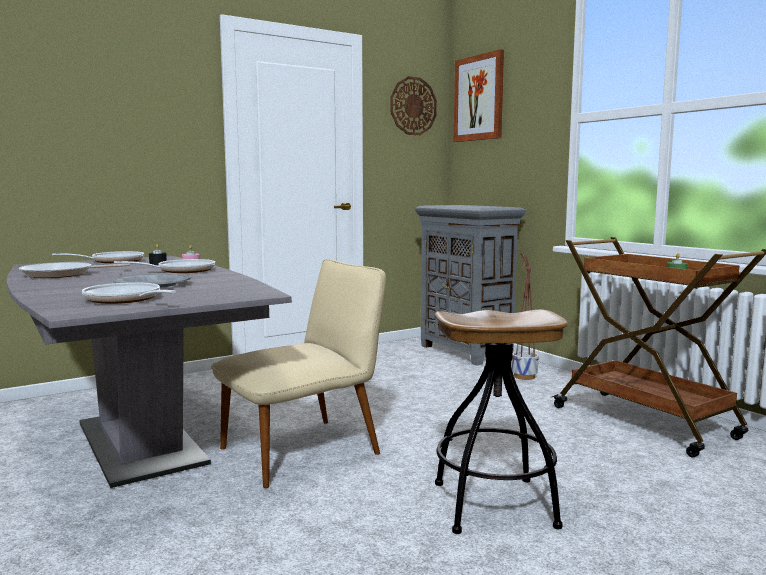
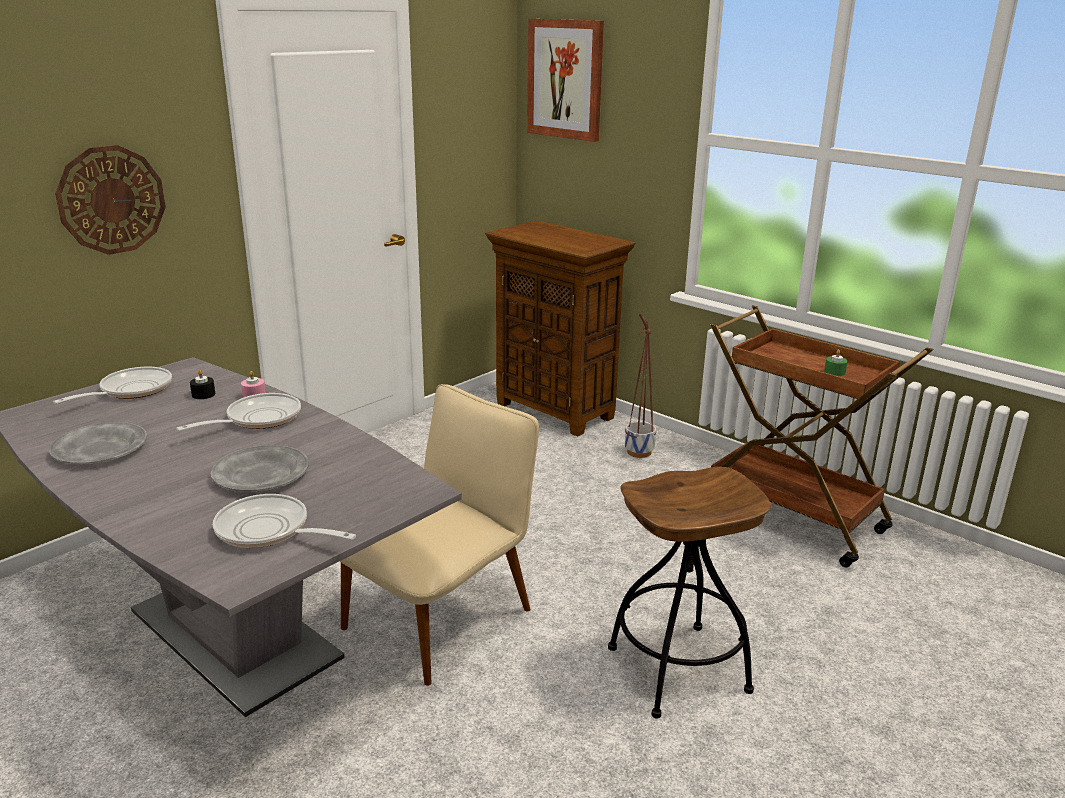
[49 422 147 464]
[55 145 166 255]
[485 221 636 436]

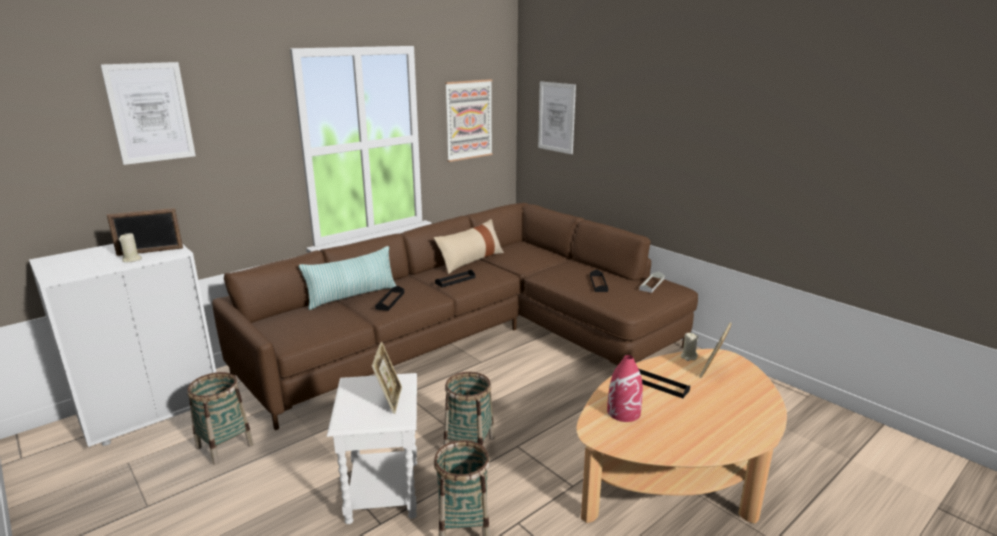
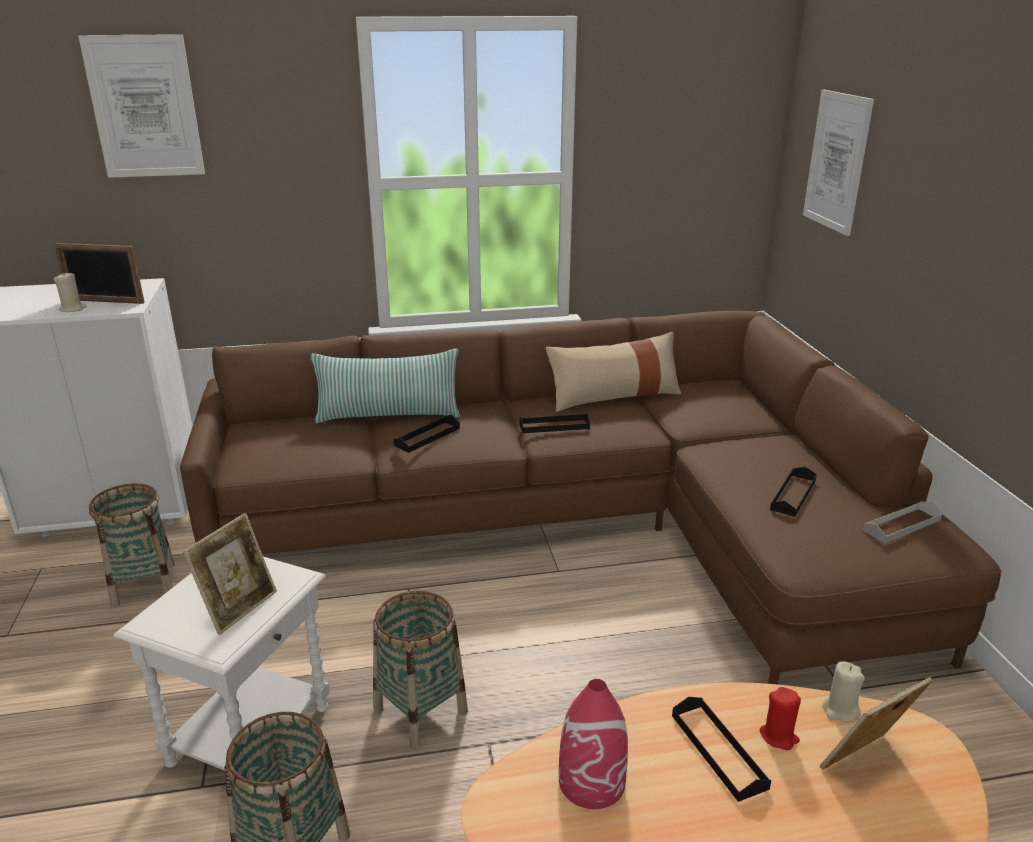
[445 79 493 162] (first image)
[760 687 801 750]

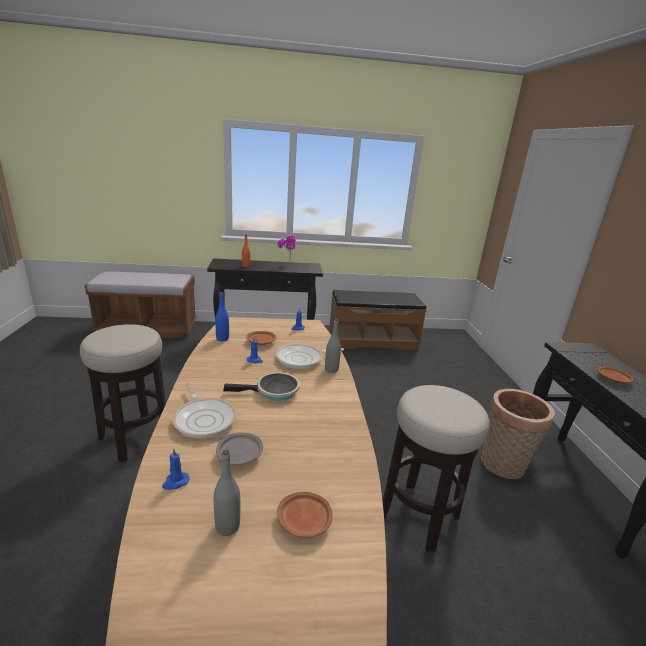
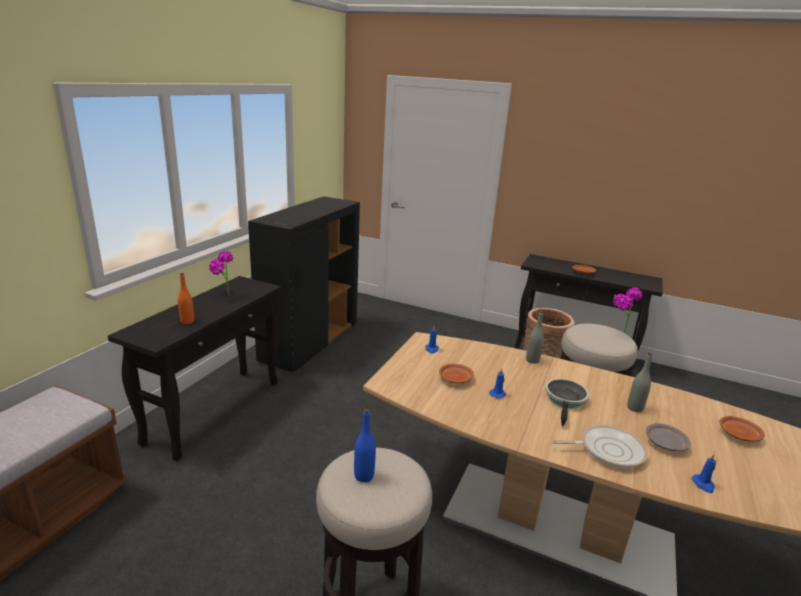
[627 353 653 412]
[354 409 376 482]
[276 344 344 369] (first image)
[248 196 360 373]
[613 287 642 333]

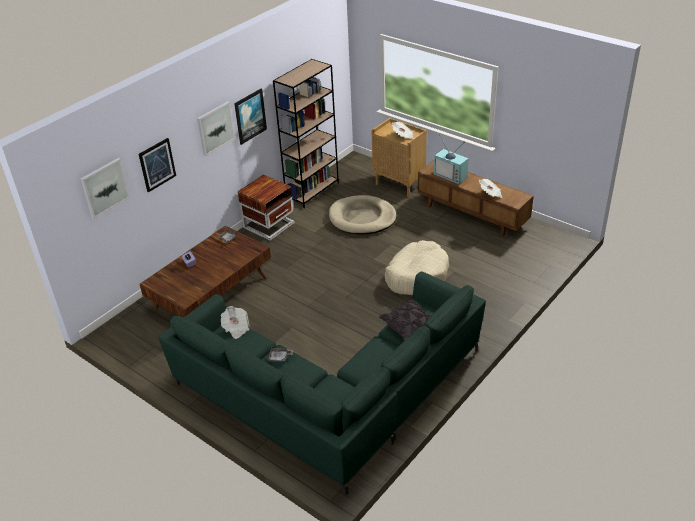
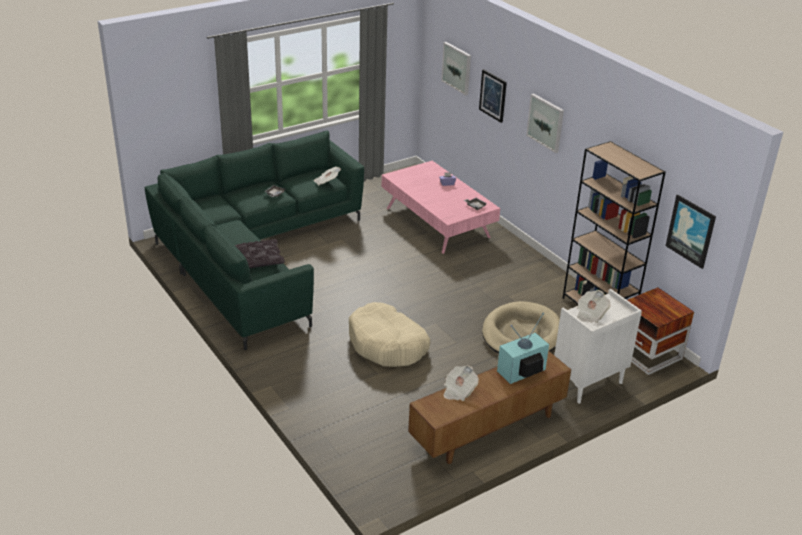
[381 161 500 254]
[666 195 716 269]
[628 287 694 375]
[554 289 642 404]

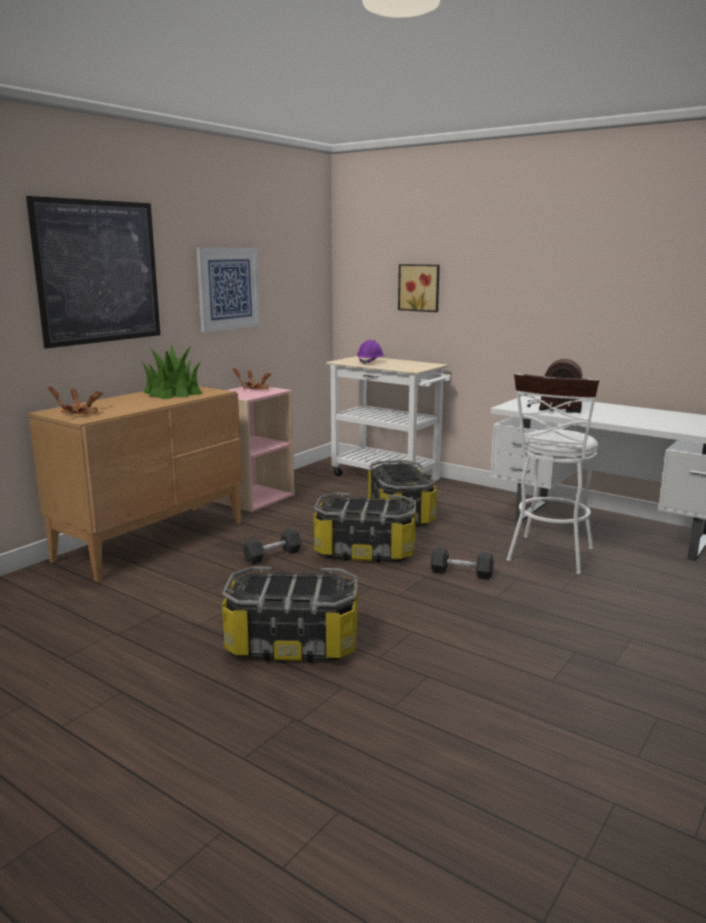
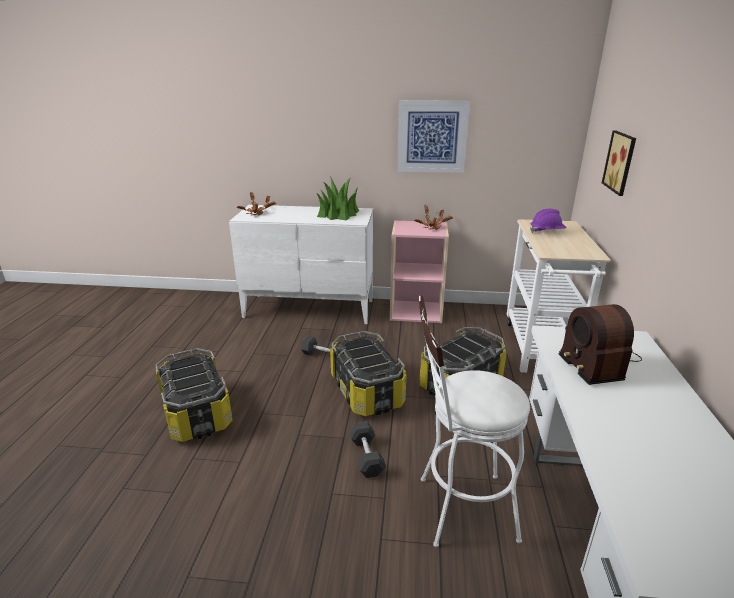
[26 196 160 348] (first image)
[229 205 373 324]

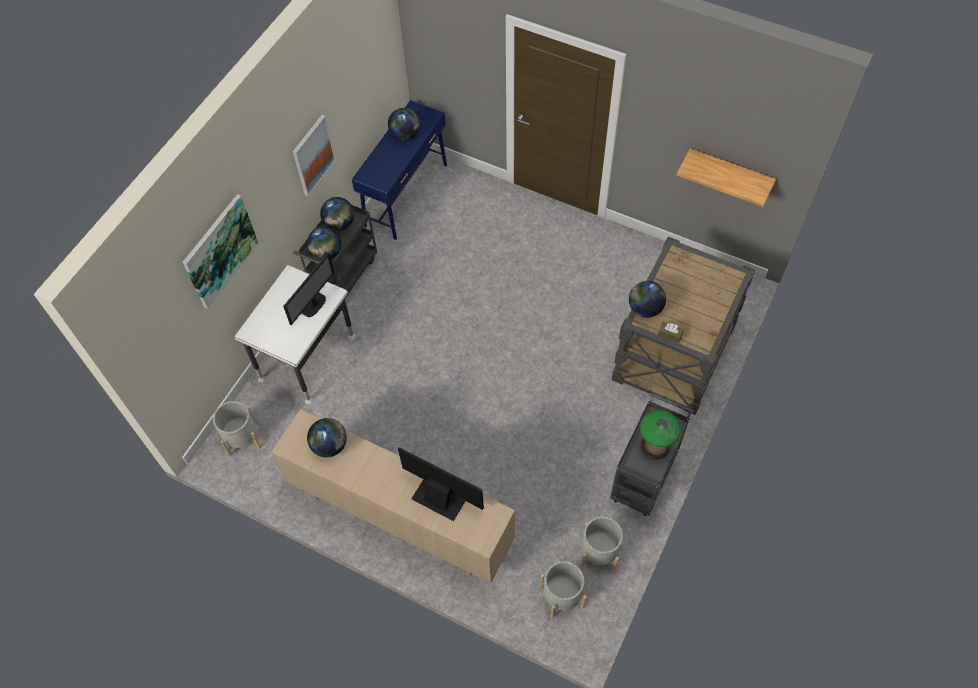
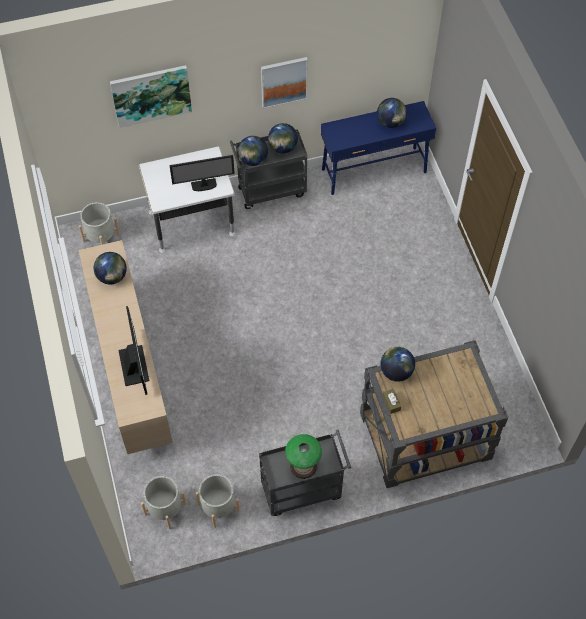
[677 149 776 207] (first image)

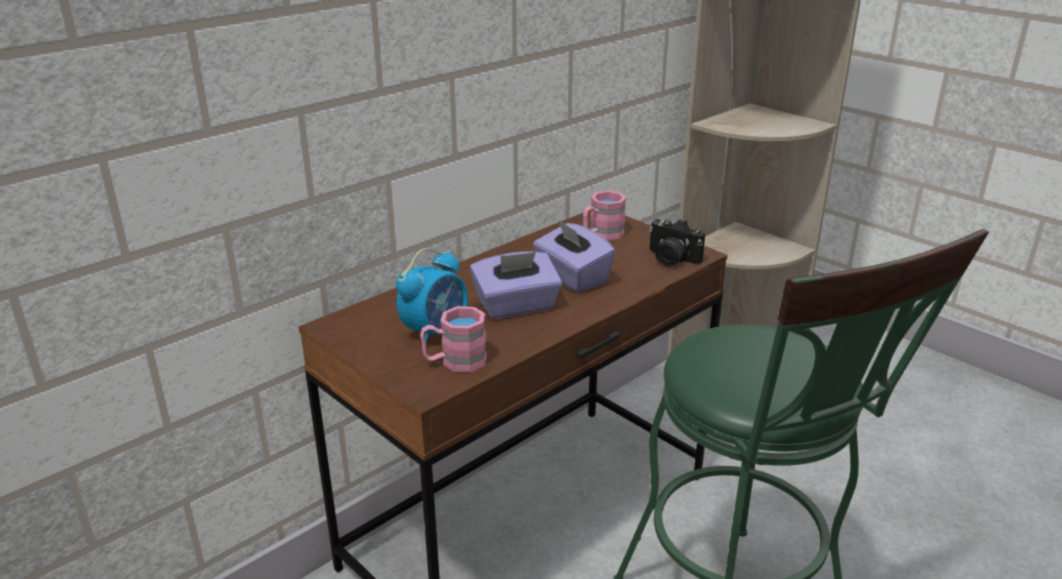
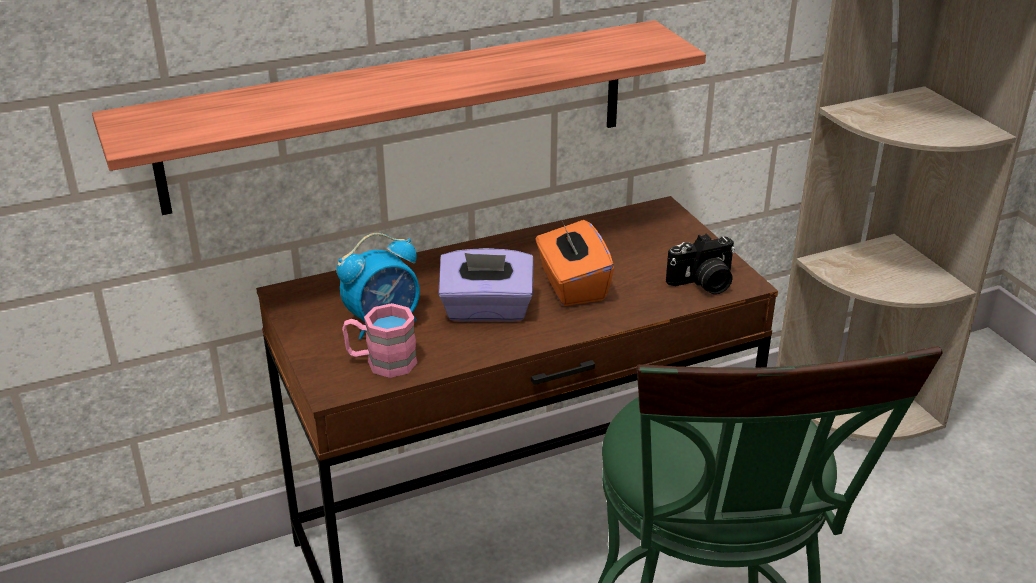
[535 218 614 306]
[583 191 626 240] (first image)
[666 233 735 294]
[92 20 706 215]

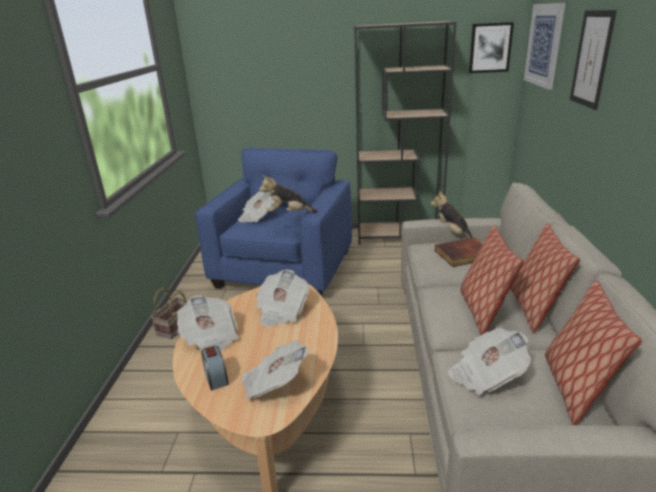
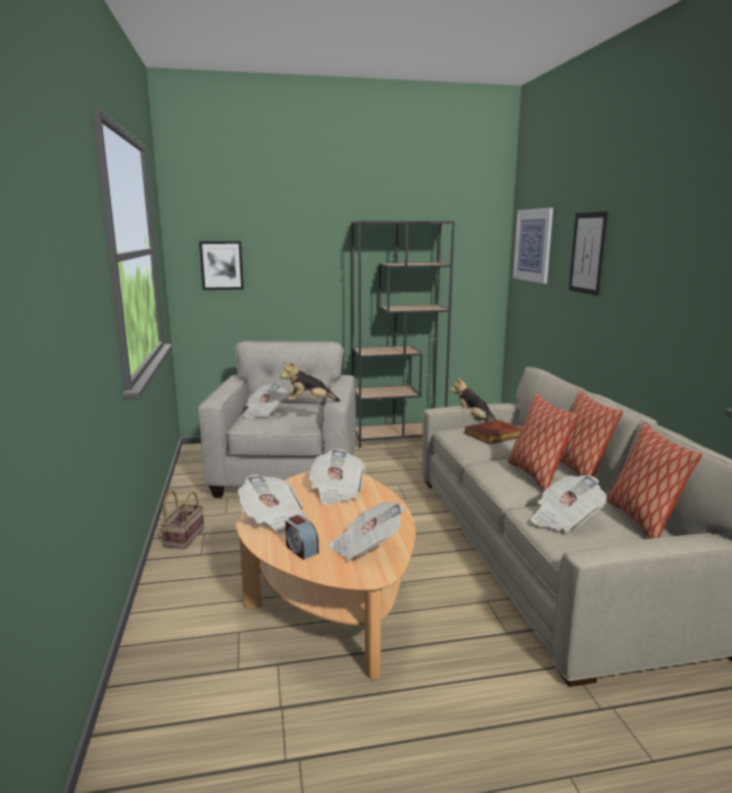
[199 341 356 498]
[199 241 244 290]

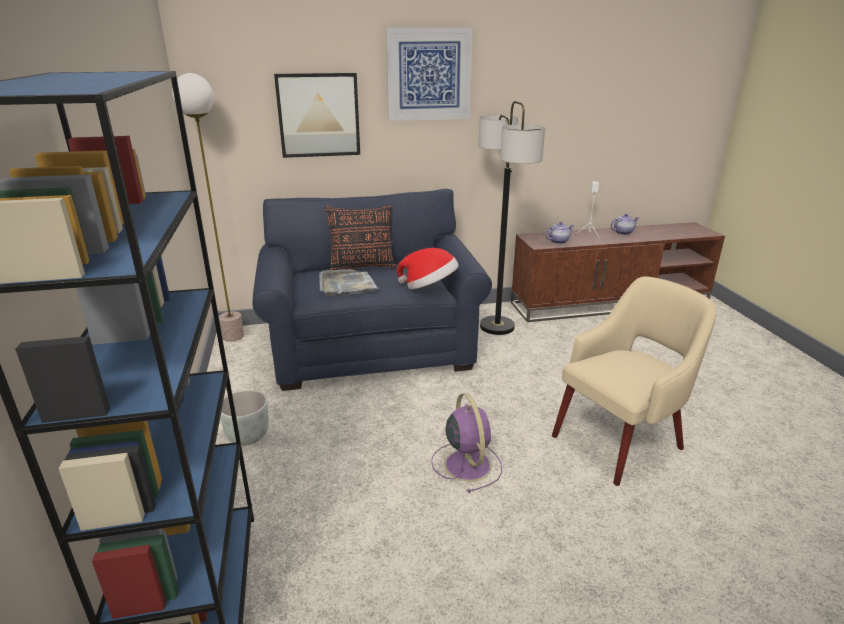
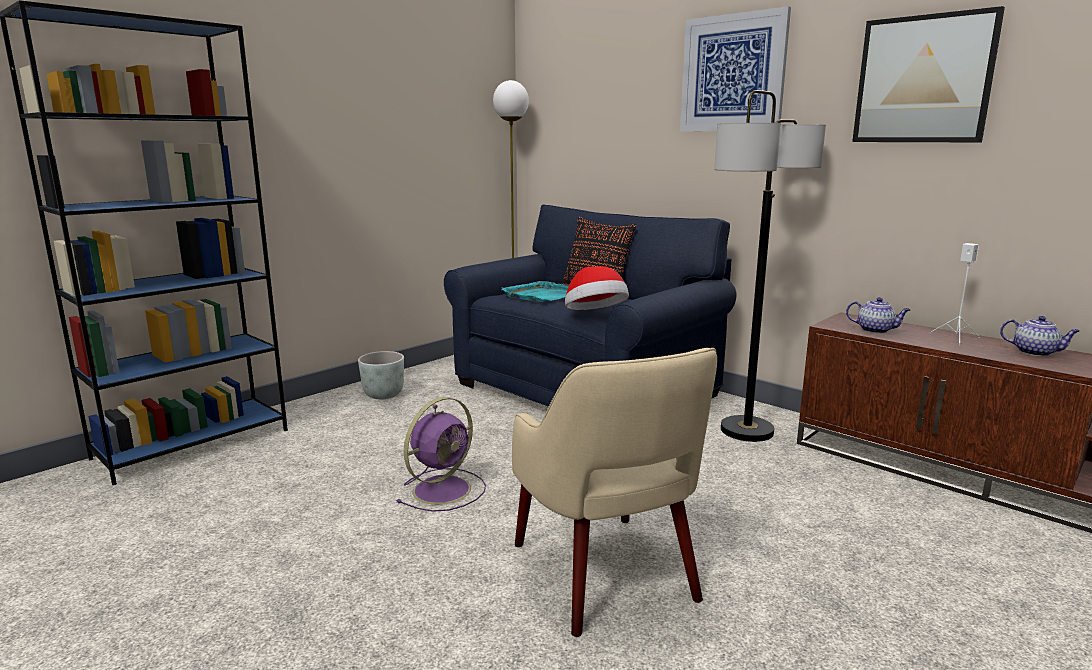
[852 6 1005 142]
[501 281 569 302]
[512 348 717 637]

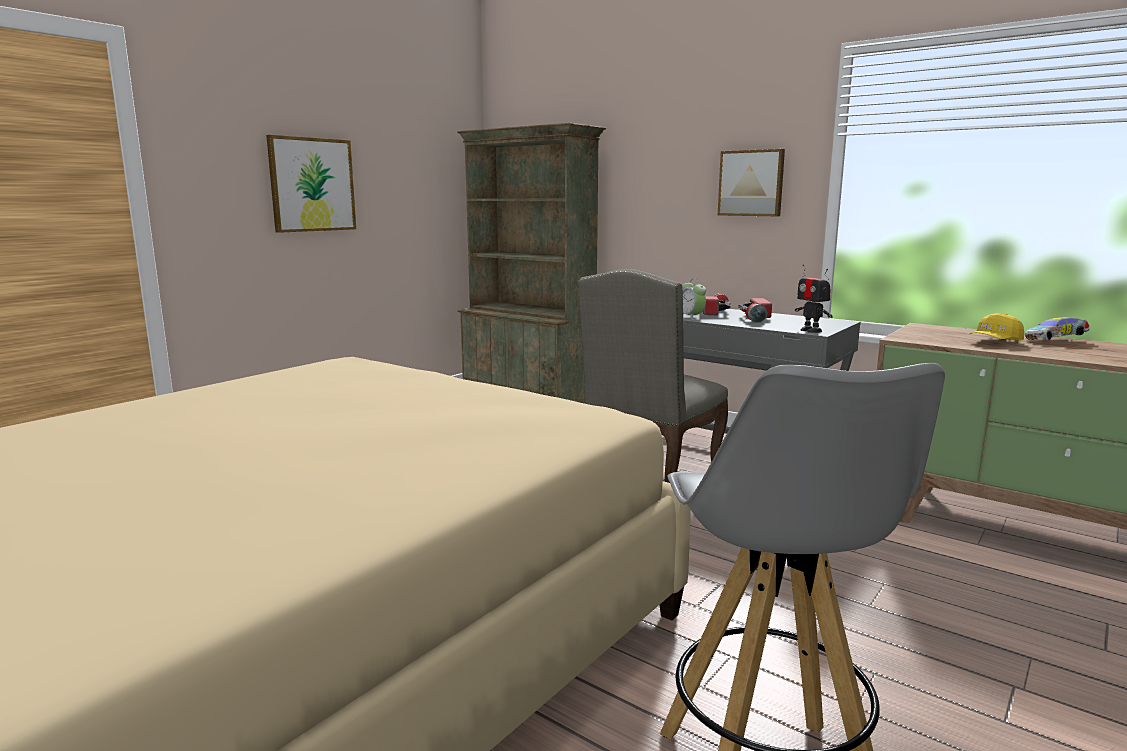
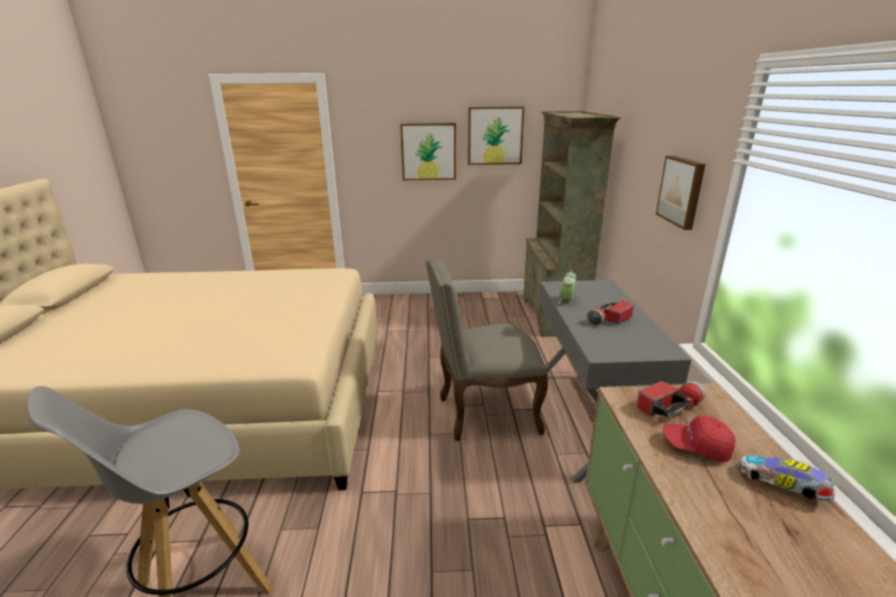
[637 381 706 418]
[795 265 833 333] (first image)
[663 416 735 462]
[468 106 525 165]

